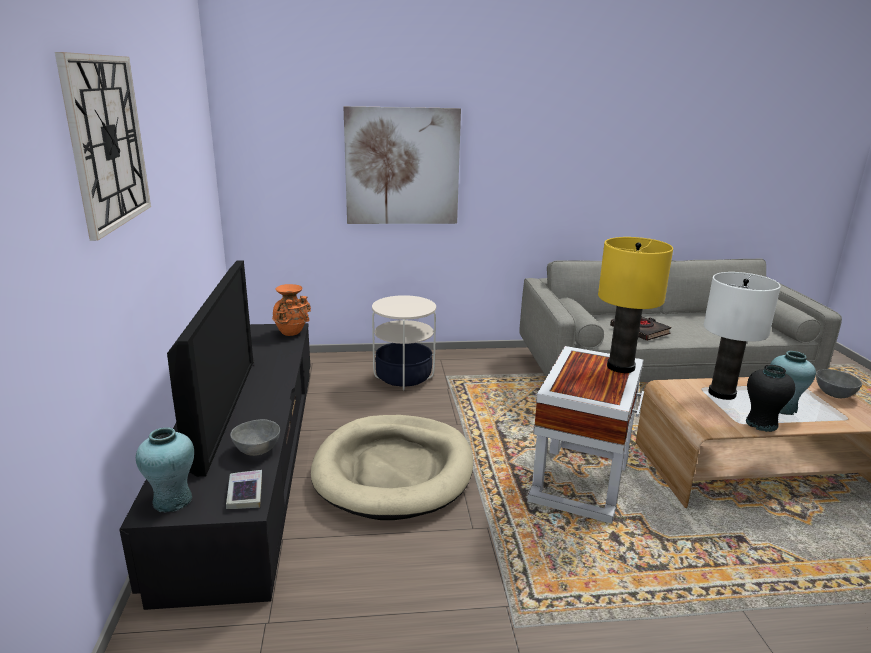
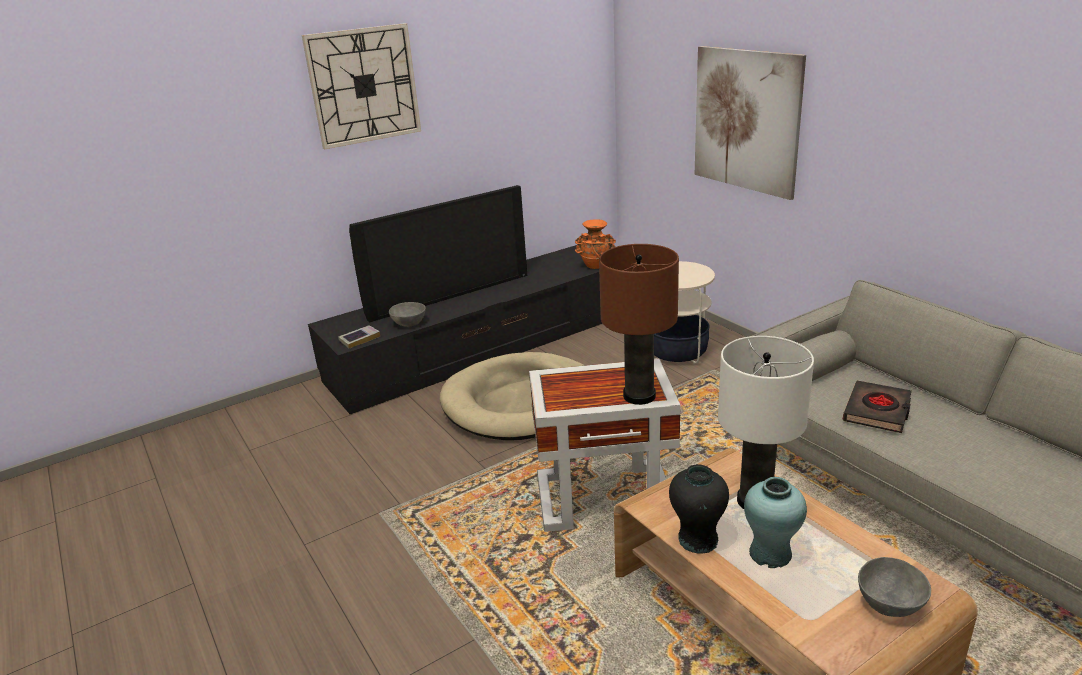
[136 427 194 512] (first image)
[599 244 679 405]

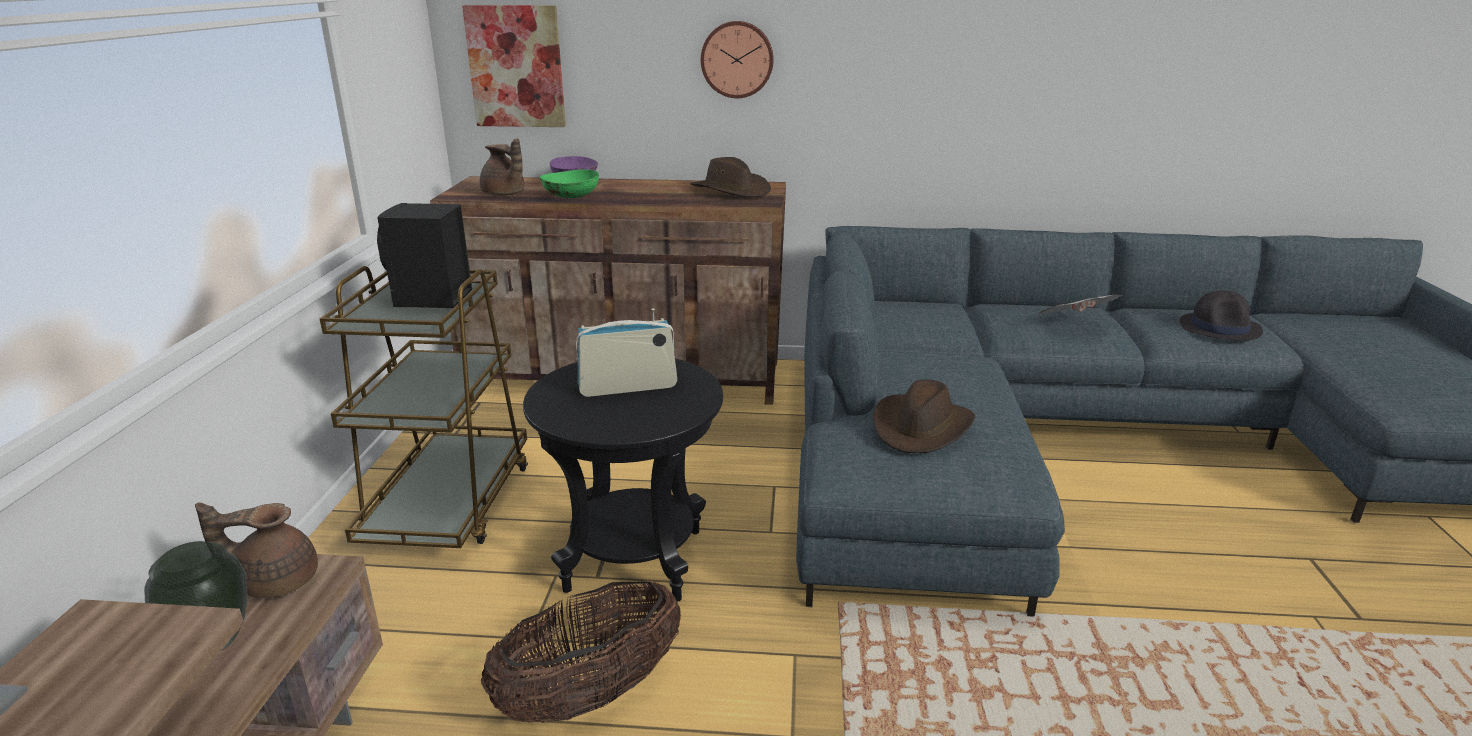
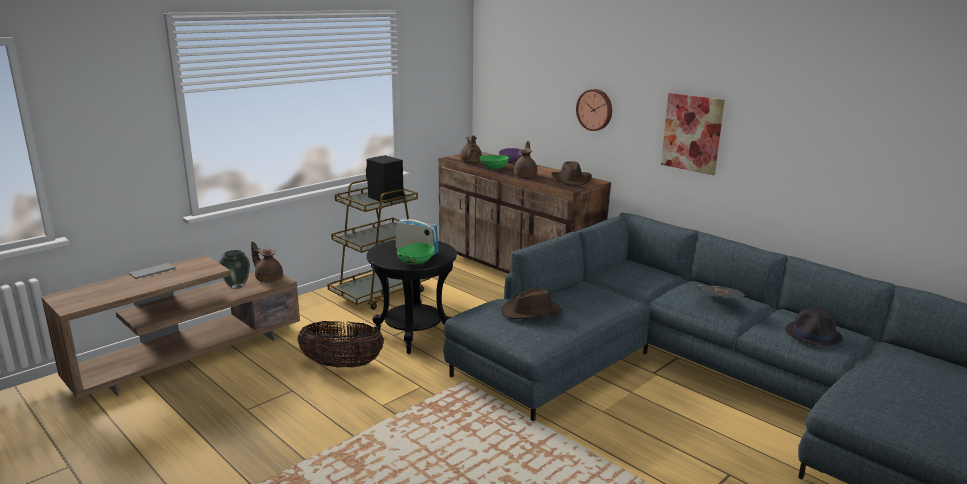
[661 93 725 175]
[397 243 434 264]
[514 141 537 177]

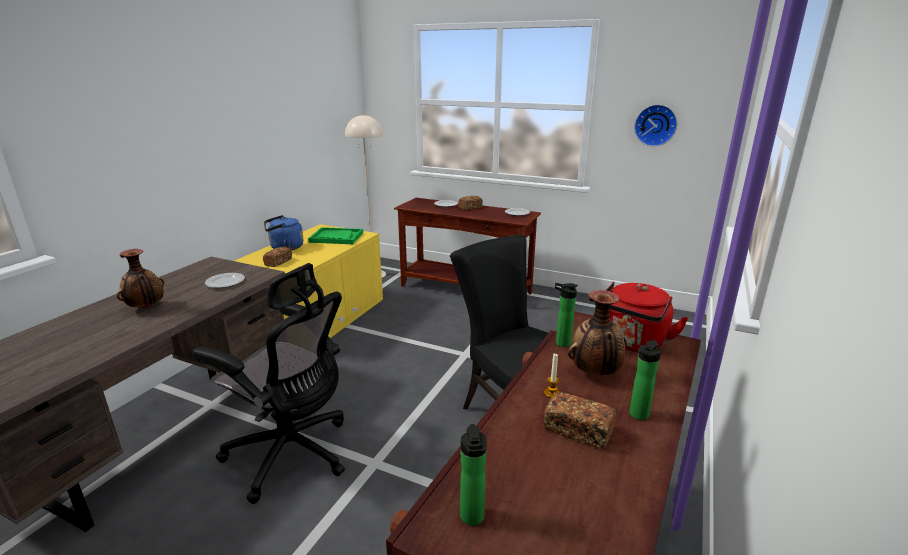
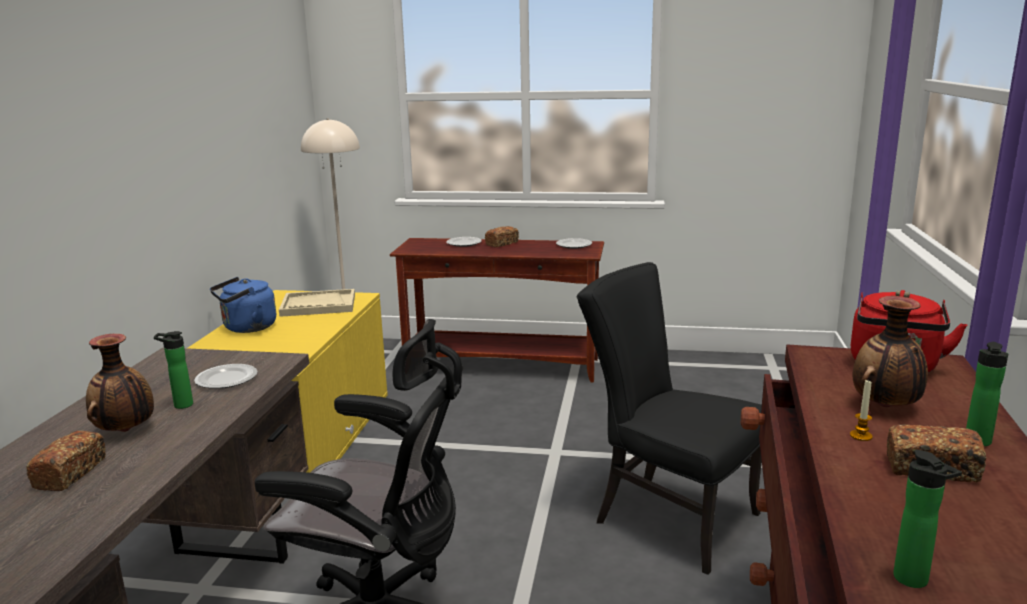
[26 431 106 491]
[279 289 355 317]
[154 331 193 409]
[634 104 677 146] (first image)

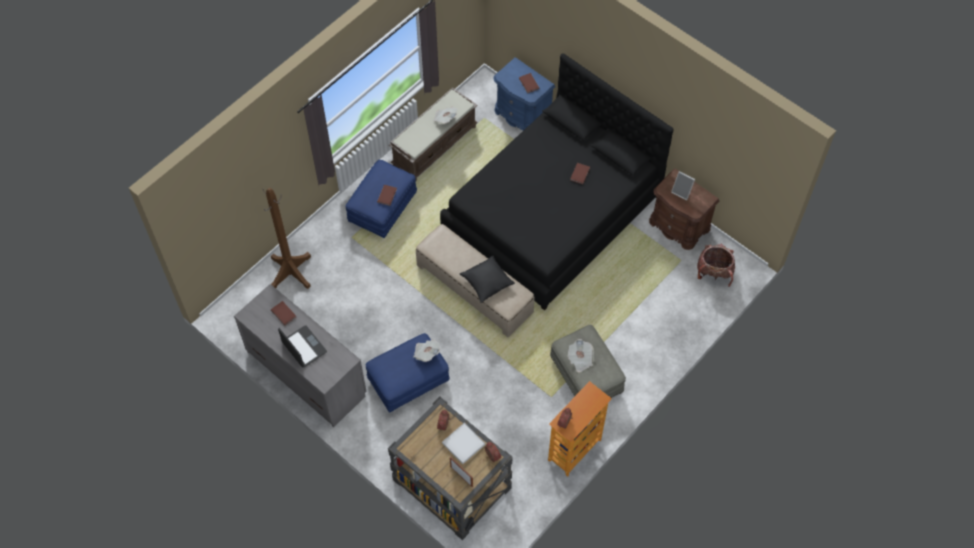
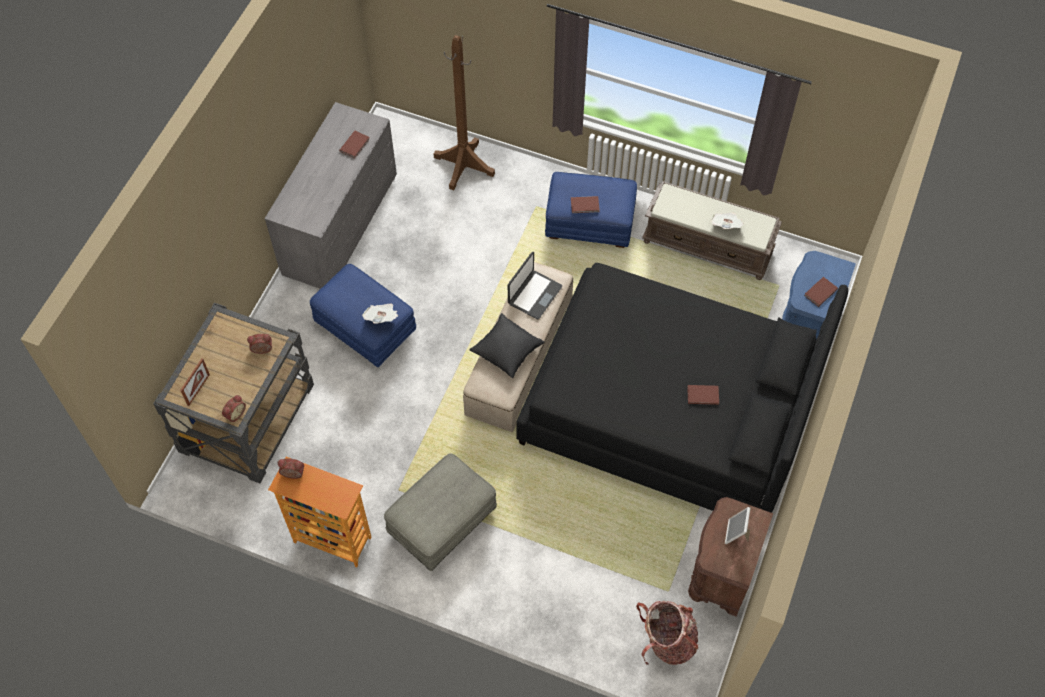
[508 252 562 319]
[442 422 485 464] (first image)
[567 339 594 373] (first image)

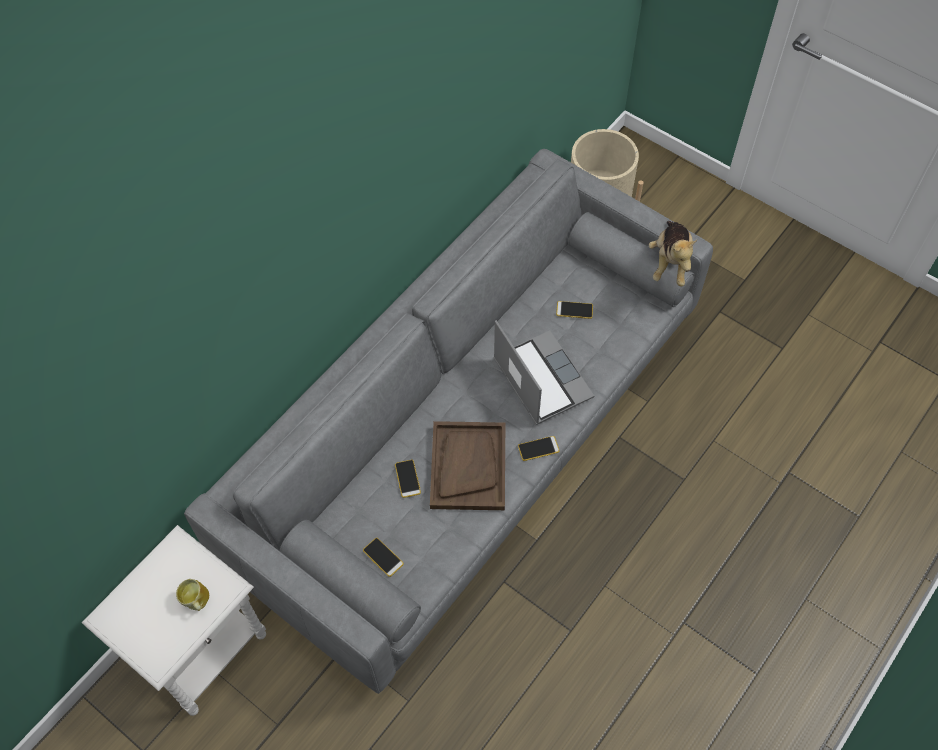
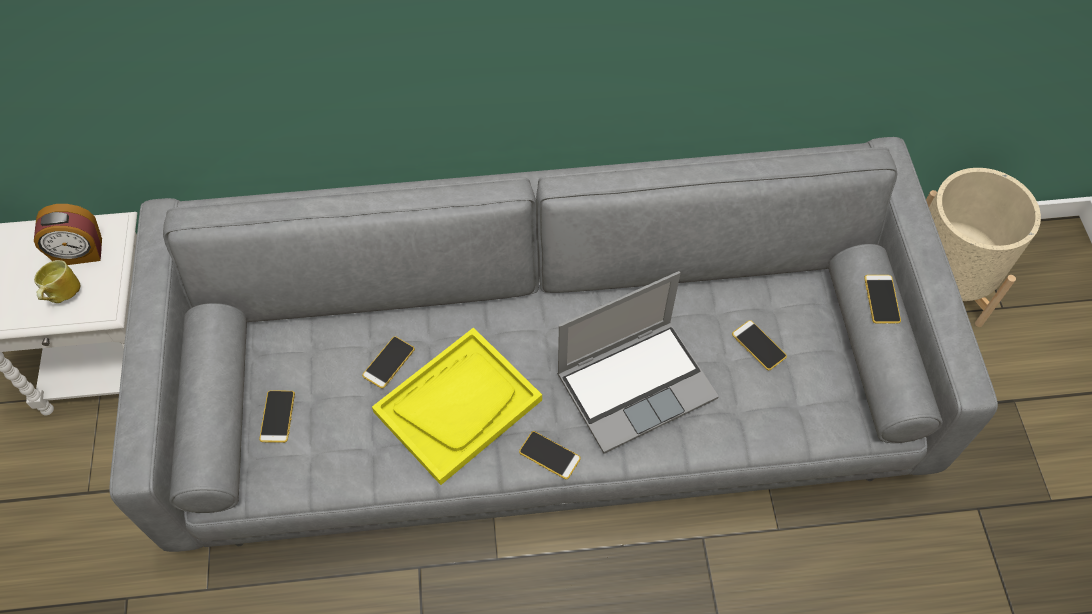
[372 327 542 485]
[557 271 719 454]
[649 221 697 287] (first image)
[34 204 102 265]
[864 275 901 324]

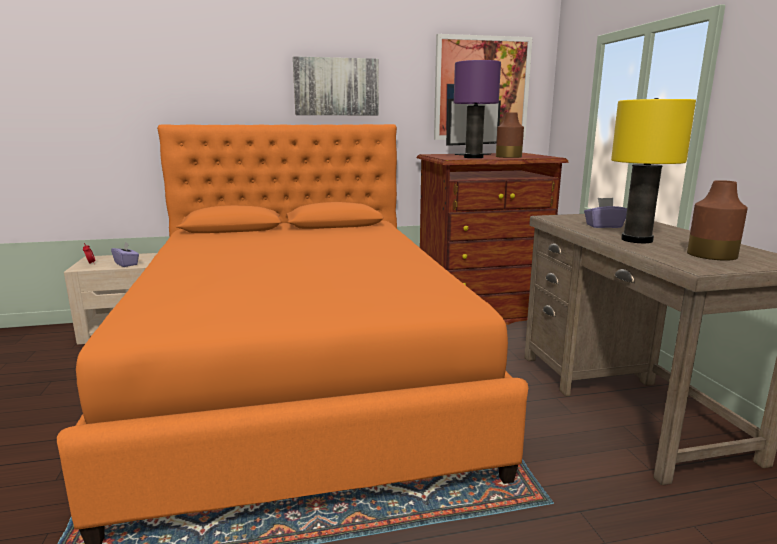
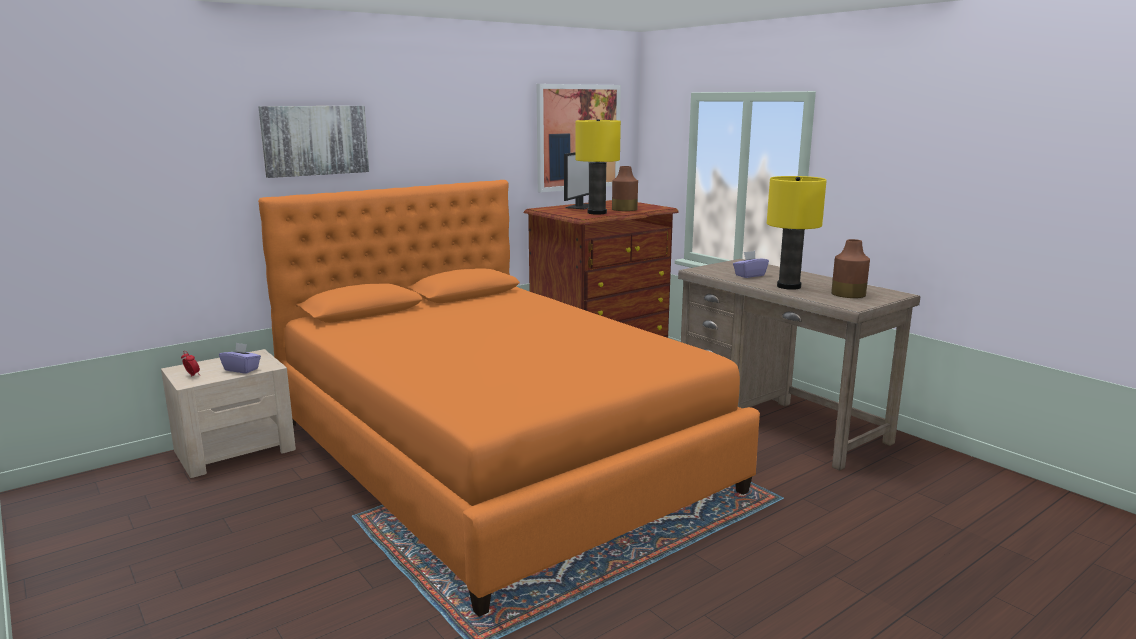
[258 106 369 178]
[575 119 621 215]

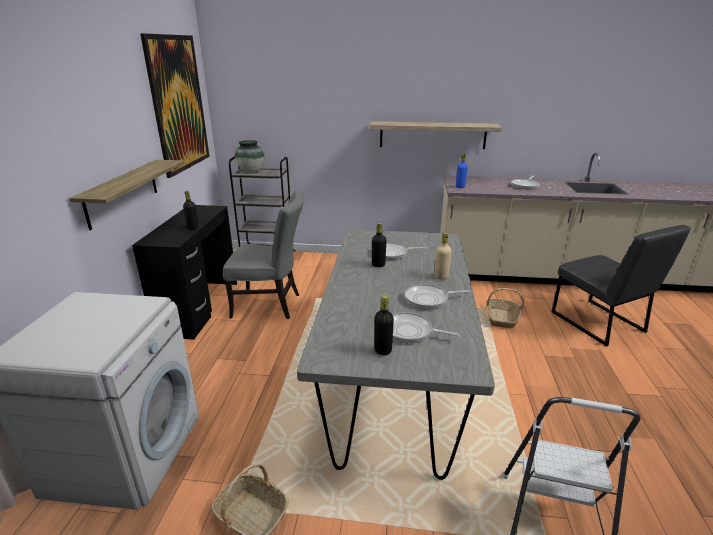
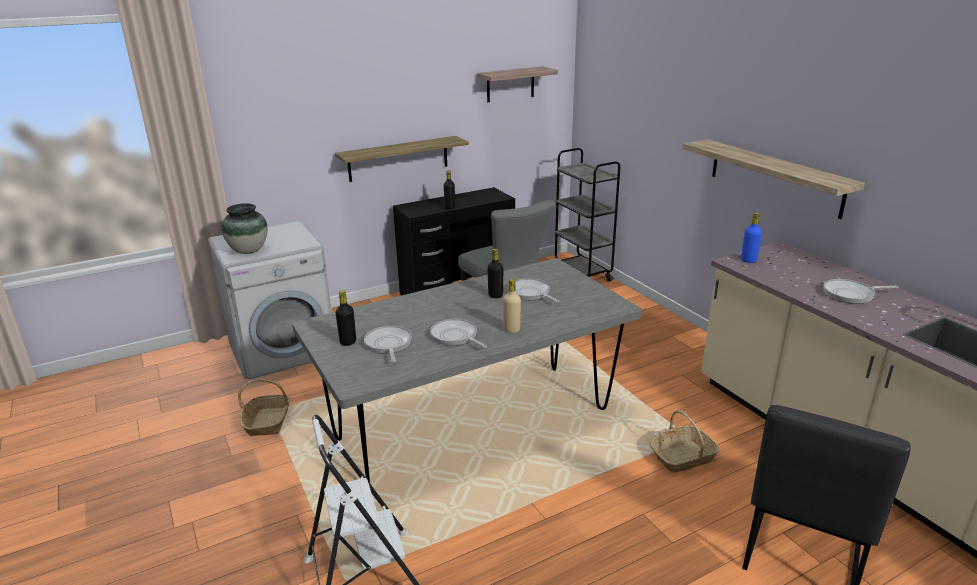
[477 66 558 102]
[221 203 268 254]

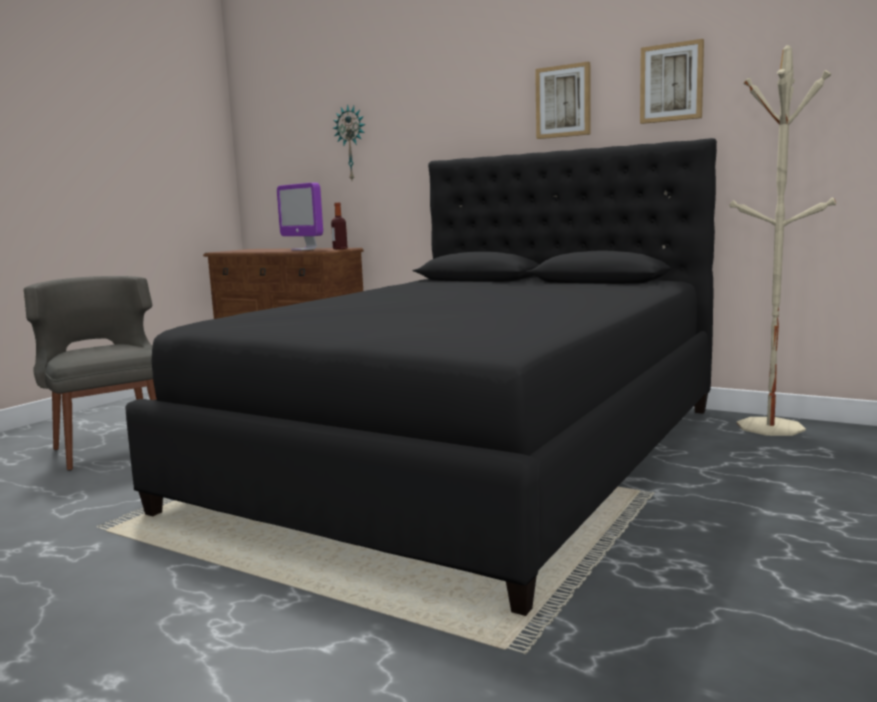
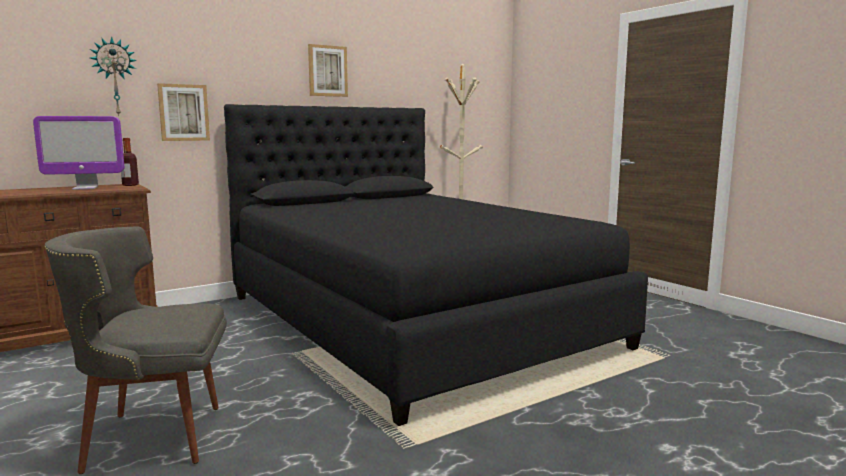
[157 83 210 141]

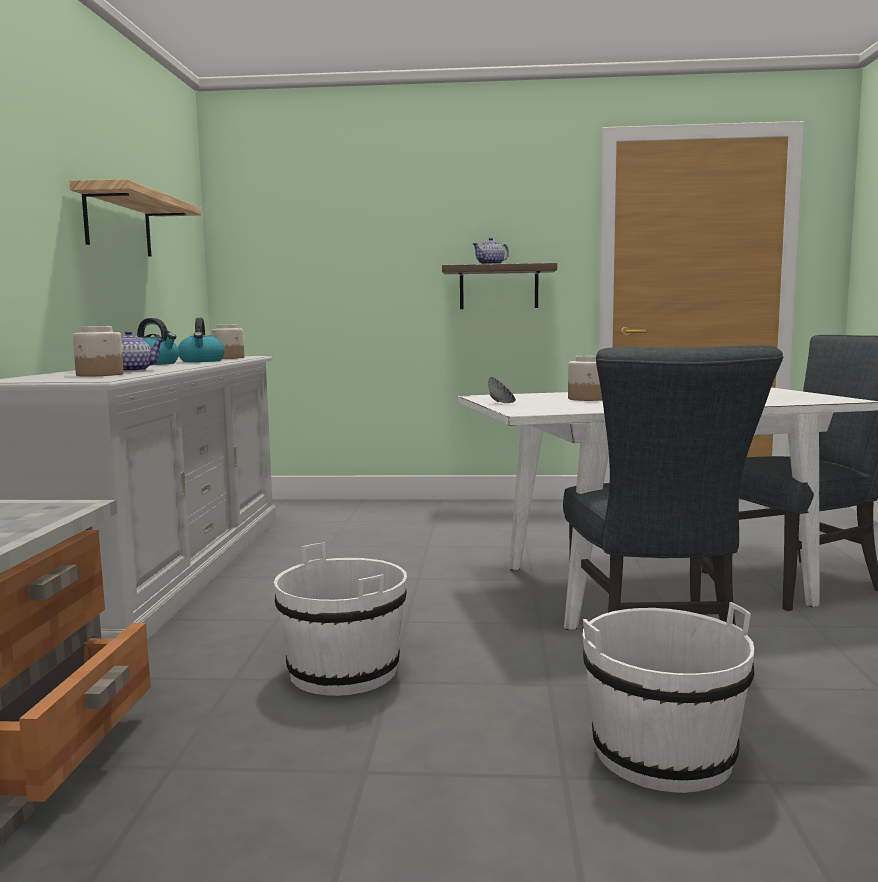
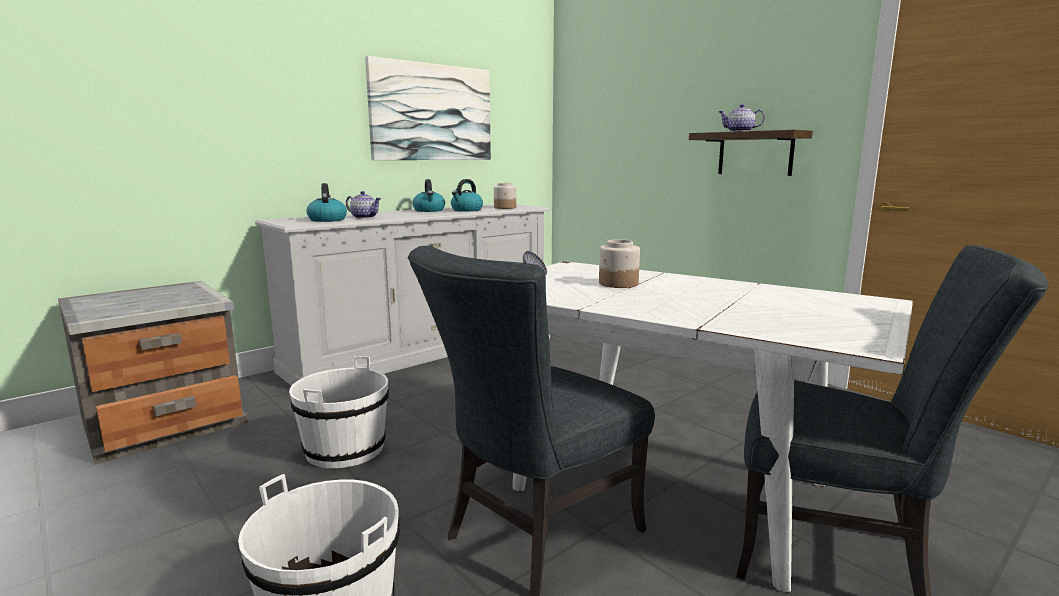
[365 56 491 160]
[306 183 347 222]

